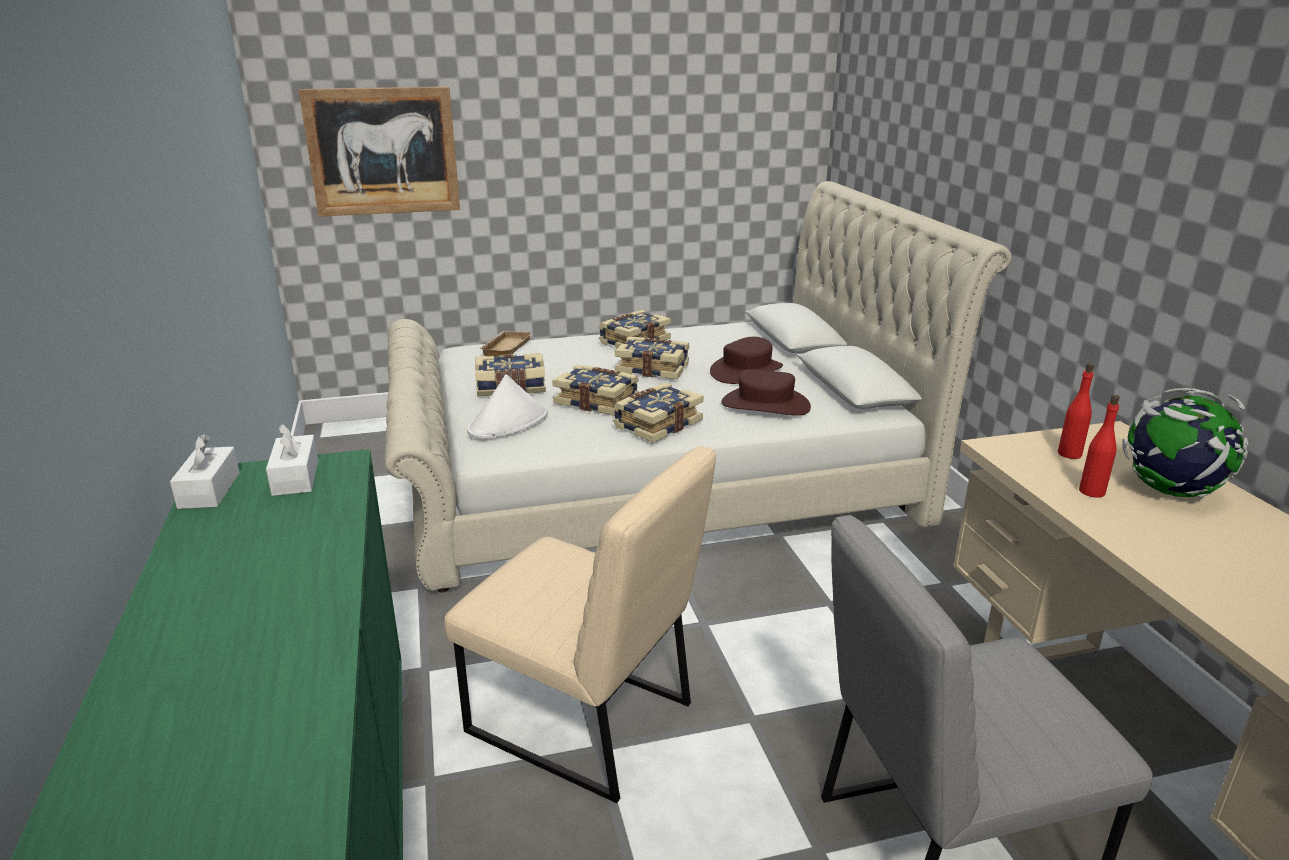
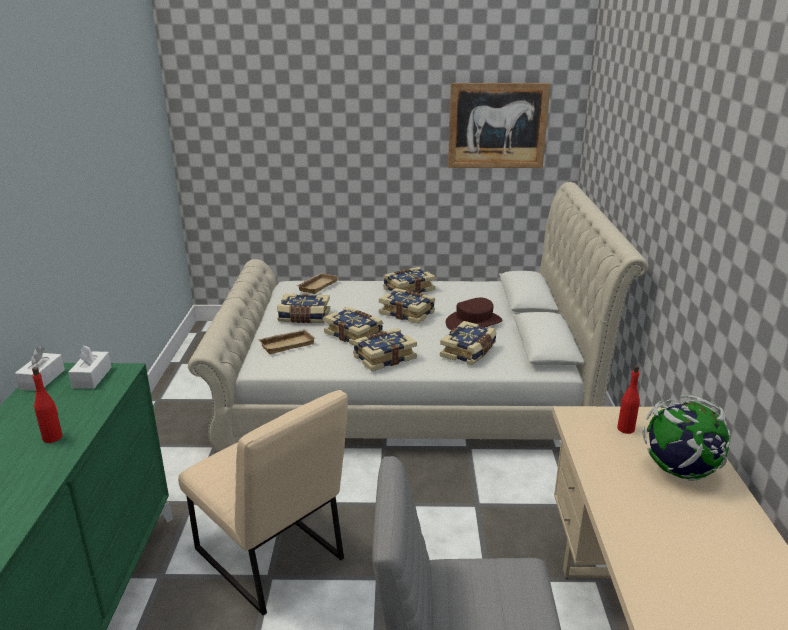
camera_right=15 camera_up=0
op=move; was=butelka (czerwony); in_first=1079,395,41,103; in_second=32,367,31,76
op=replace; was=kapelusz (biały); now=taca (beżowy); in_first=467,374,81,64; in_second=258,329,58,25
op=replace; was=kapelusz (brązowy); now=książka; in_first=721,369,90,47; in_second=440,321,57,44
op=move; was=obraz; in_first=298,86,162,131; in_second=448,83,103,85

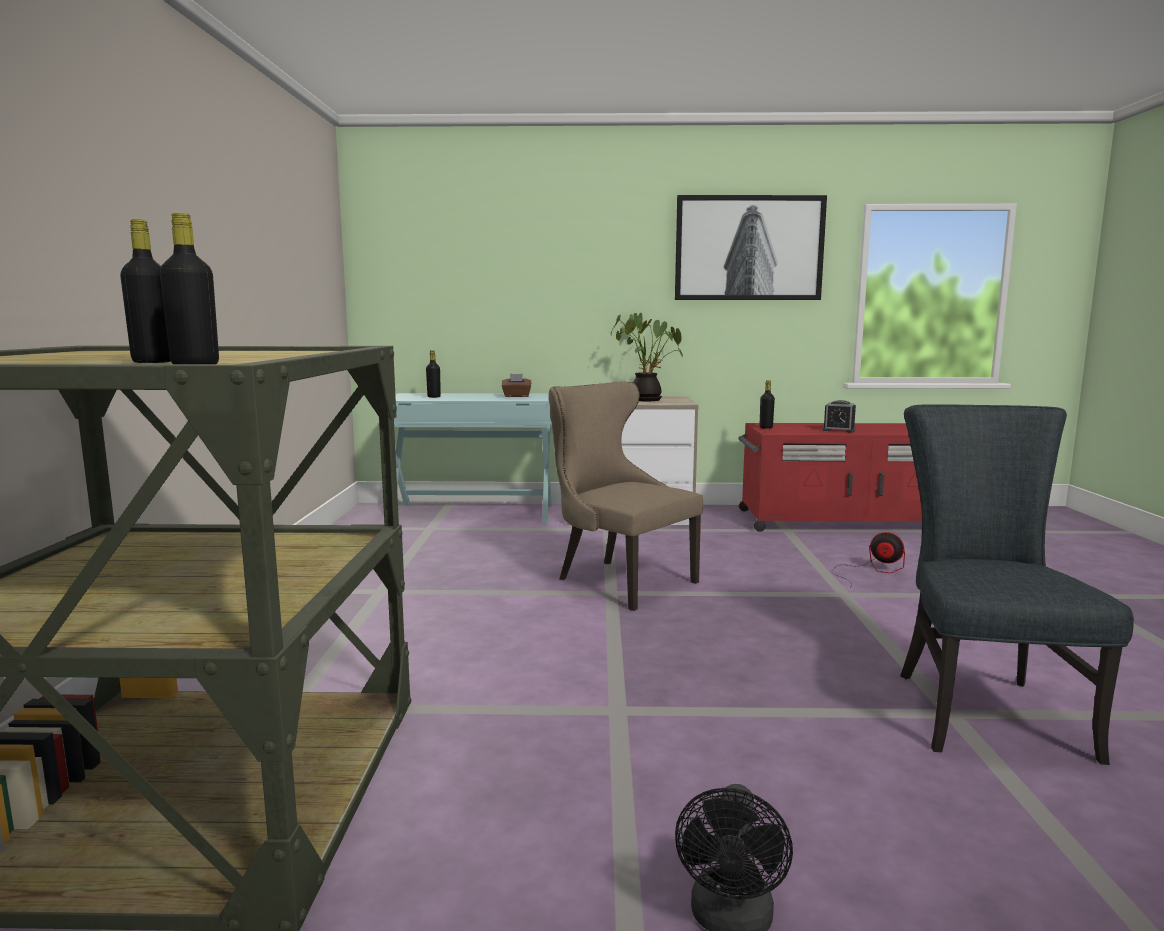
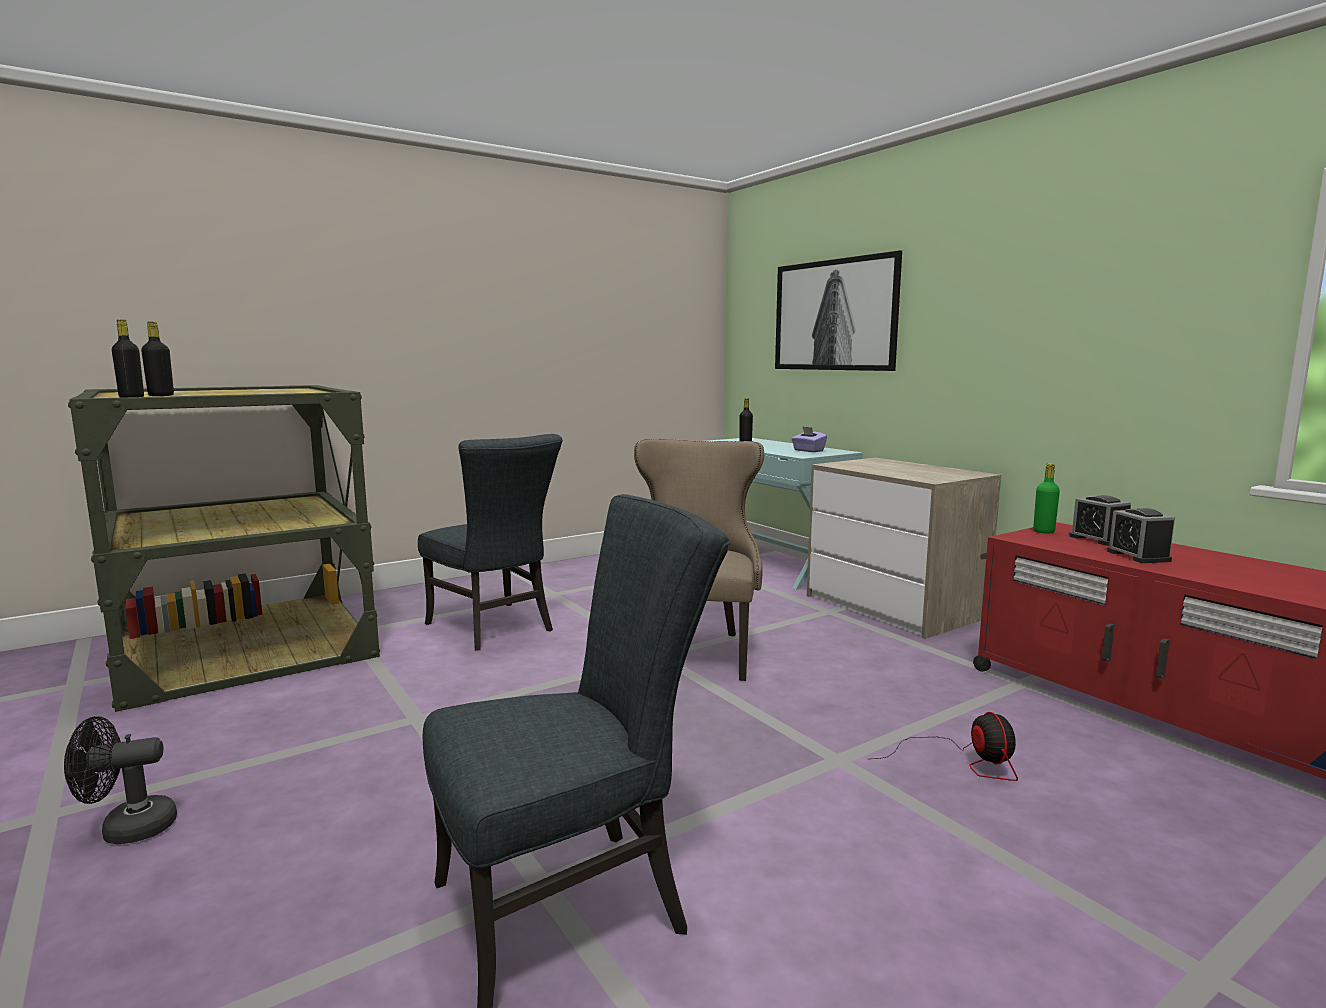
camera_right=55 camera_up=0
op=insert; now=krzesło (szary); in_second=418,434,145,217
op=move; was=obraz; in_first=675,195,152,105; in_second=775,250,127,121
op=recolor; was=pudełko chusteczek (brązowy); now=pudełko chusteczek (fioletowy); in_first=502,374,29,23; in_second=791,426,36,26
op=recolor; was=butelka (czarny); now=butelka (zielony); in_first=760,380,15,49; in_second=1033,463,27,70
op=insert; now=budzik; in_second=1069,495,62,51
op=delete; was=roślina doniczkowa; in_first=611,313,72,88

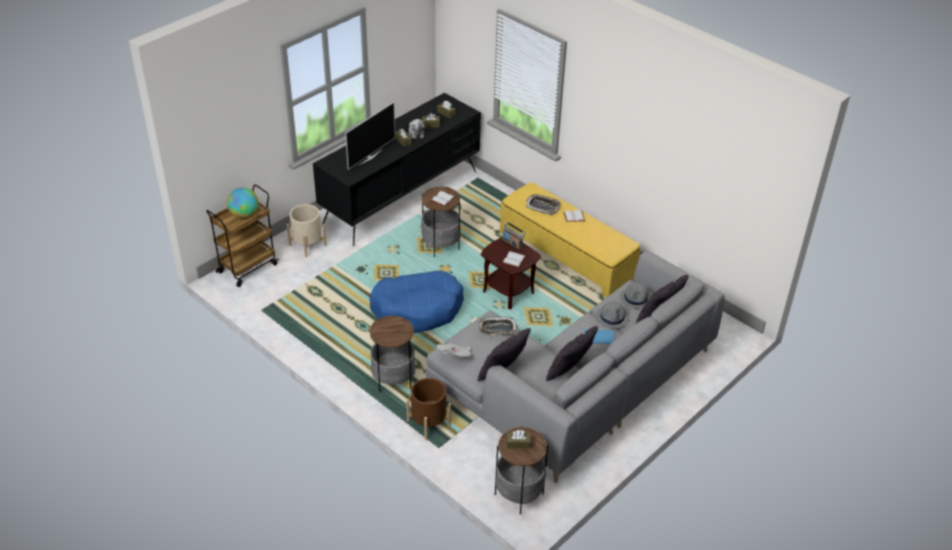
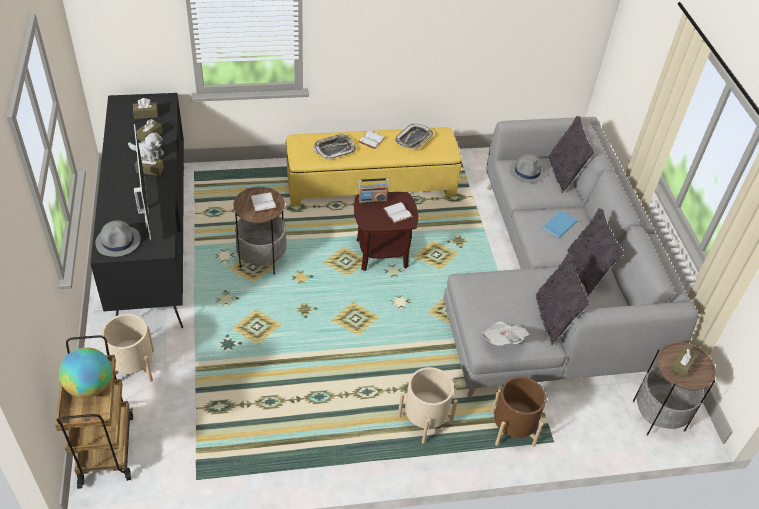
camera_right=-55 camera_up=5
op=move; was=kapelusz (szary); in_first=596,301,33,28; in_second=95,220,46,37
op=move; was=taca; in_first=478,317,40,19; in_second=395,124,38,25
op=replace; was=stolik; now=donica (beżowy); in_first=370,316,45,76; in_second=398,367,60,77
op=delete; was=legowisko (niebieski); in_first=370,271,94,62

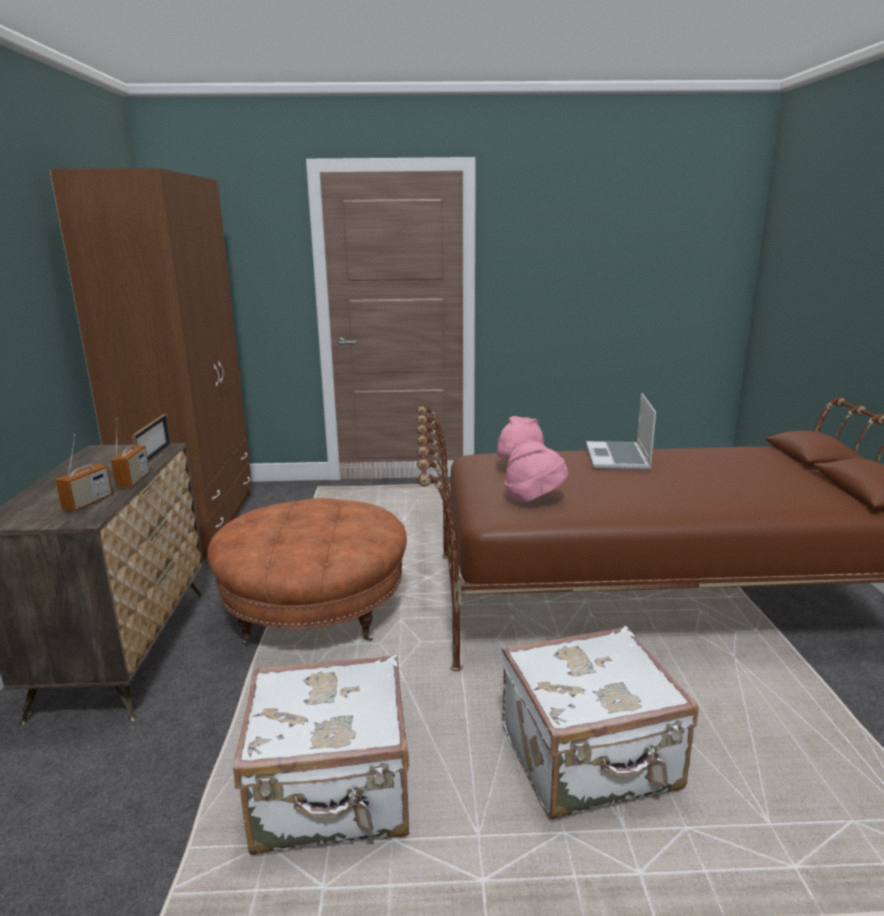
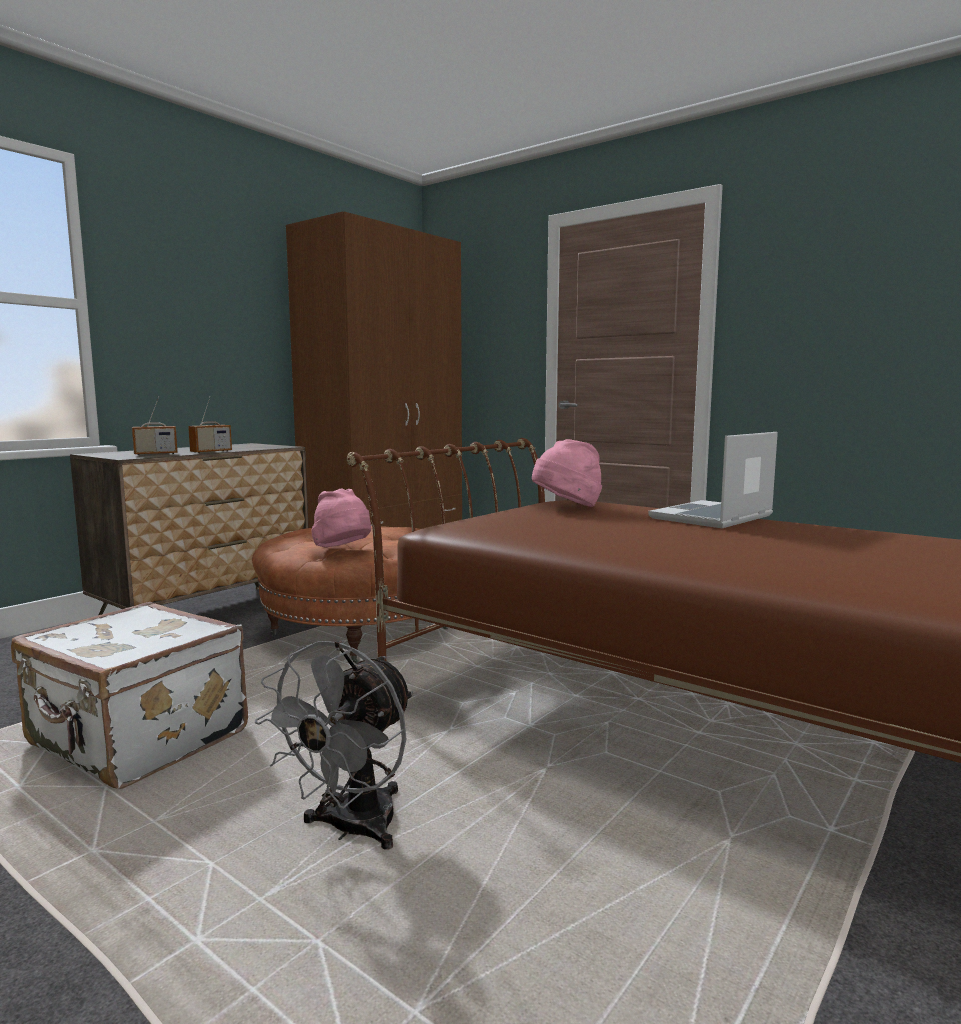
camera_right=40 camera_up=-10
op=replace; was=walizka (biały); now=wentylator (szary); in_first=502,626,196,194; in_second=255,641,158,209
op=move; was=kapelusz (różowy); in_first=505,441,63,61; in_second=311,488,60,59
op=delete; was=ramka na zdjęcie; in_first=132,414,39,49

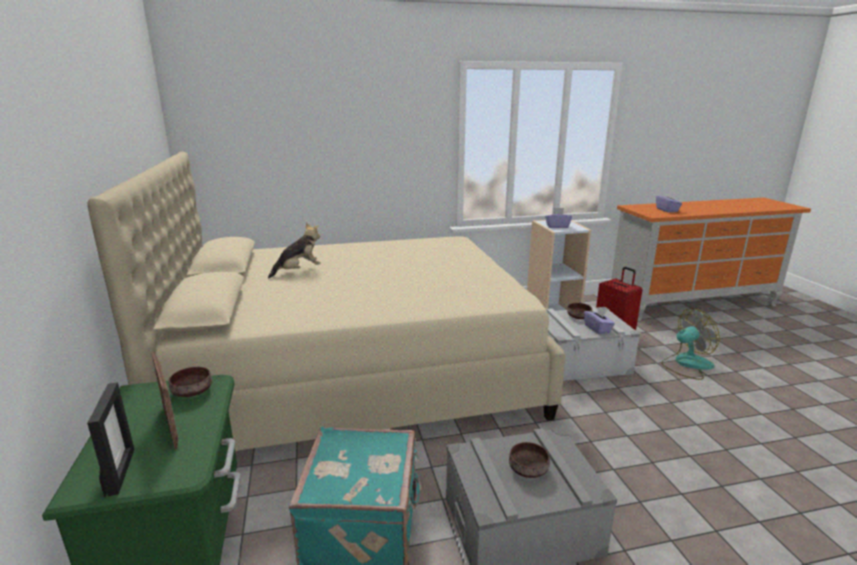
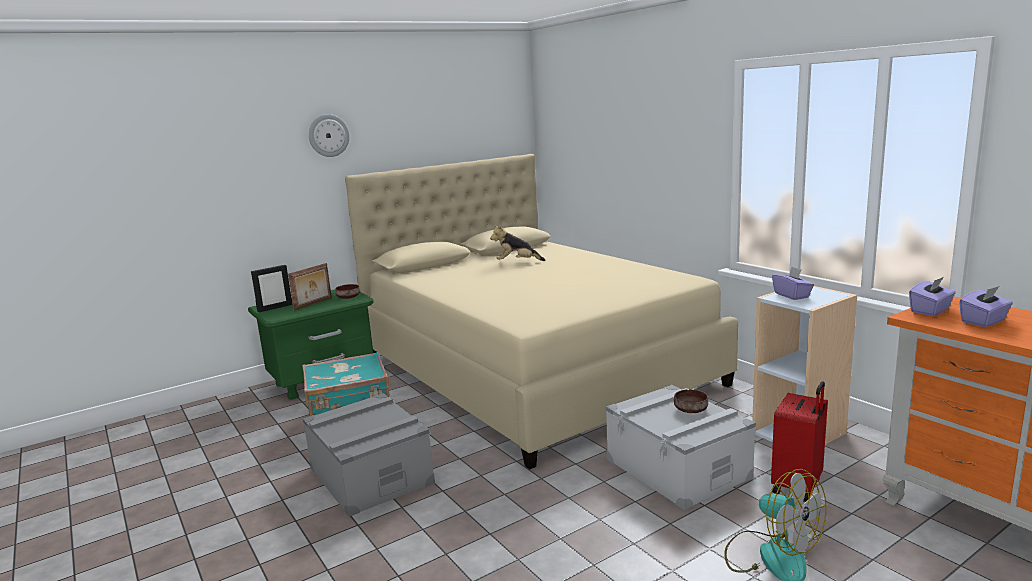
camera_right=70 camera_up=-5
op=insert; now=zegar ścienny; in_second=309,114,40,43
op=rotate; was=pluszak; in_first=268,223,53,56; in_second=490,225,56,36; clockwise=150
op=move; was=pudełko chusteczek (fioletowy); in_first=584,307,31,27; in_second=909,277,47,39
op=delete; was=miska (brązowy); in_first=509,442,41,36

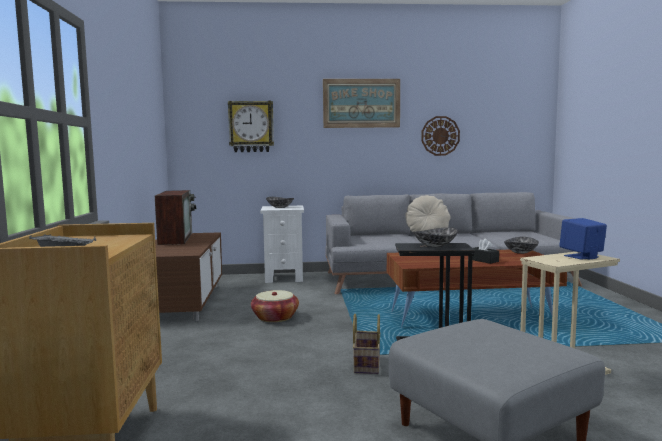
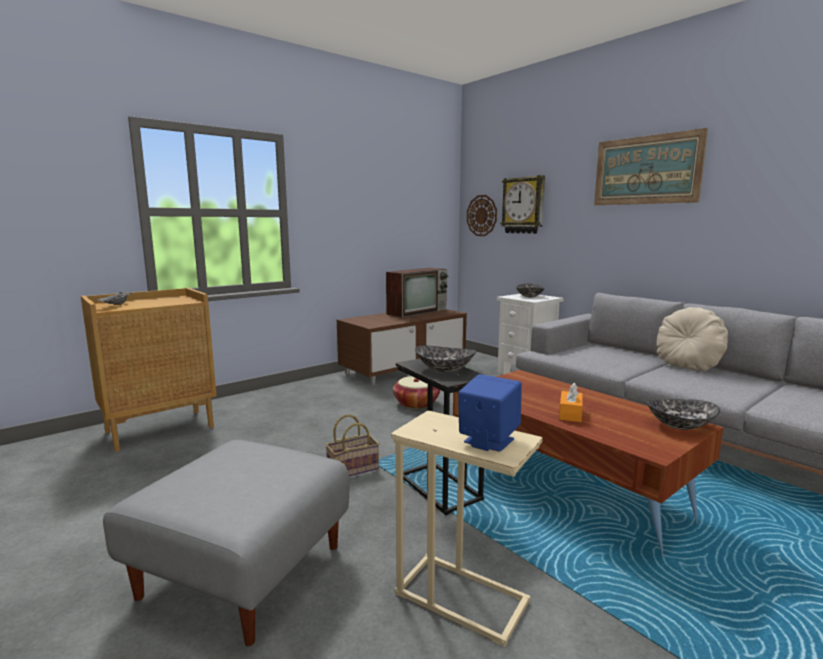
camera_right=55 camera_up=5
op=move; was=zegar ścienny; in_first=421,116,39,40; in_second=467,195,30,41
op=recolor; was=pudełko chusteczek (czarny); now=pudełko chusteczek (pomarańczowy); in_first=472,239,27,25; in_second=559,382,24,40

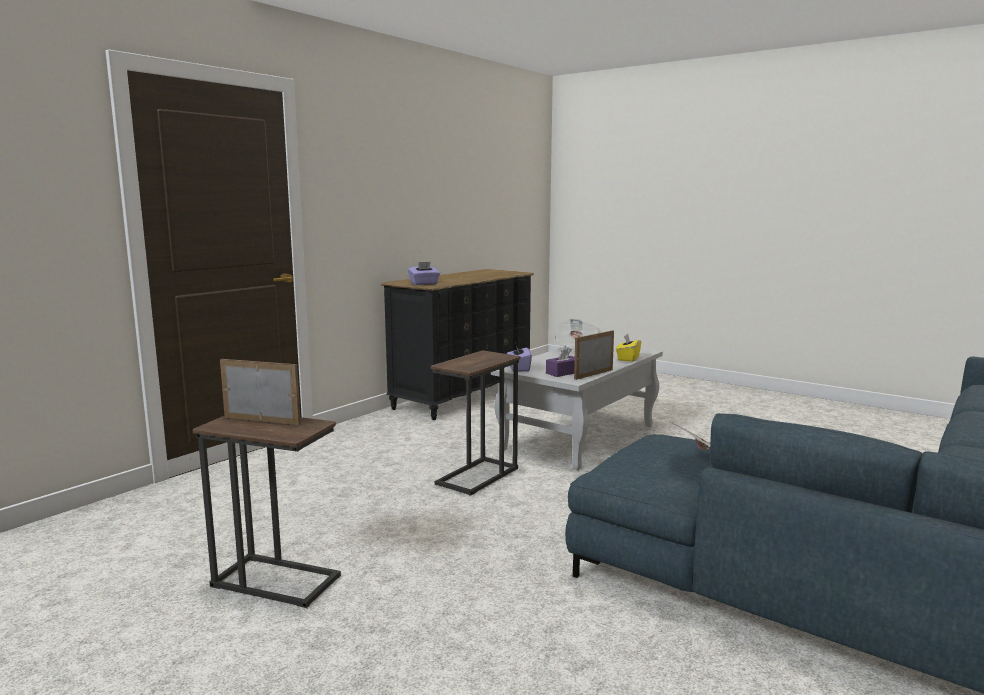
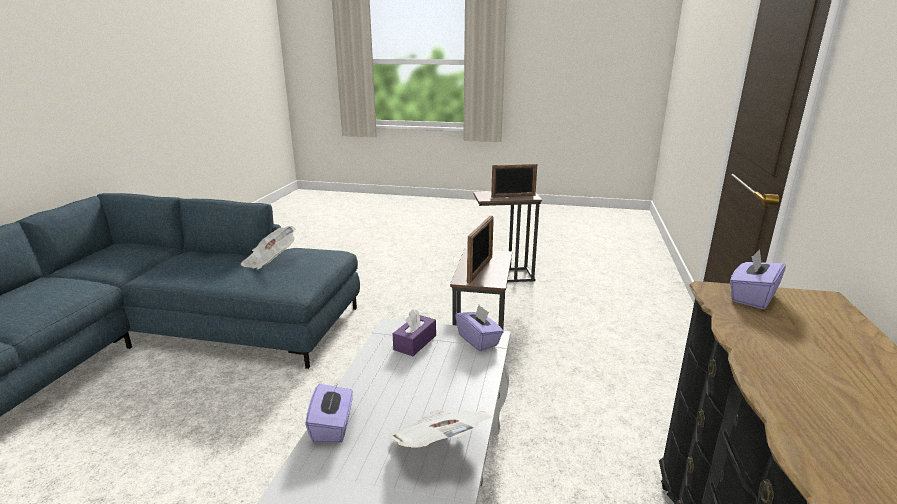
camera_right=155 camera_up=10
op=recolor; was=pudełko chusteczek (żółty); now=pudełko chusteczek (fioletowy); in_first=616,334,25,28; in_second=305,383,48,60
op=move; was=ramka na zdjęcie; in_first=574,330,40,50; in_second=467,215,27,69

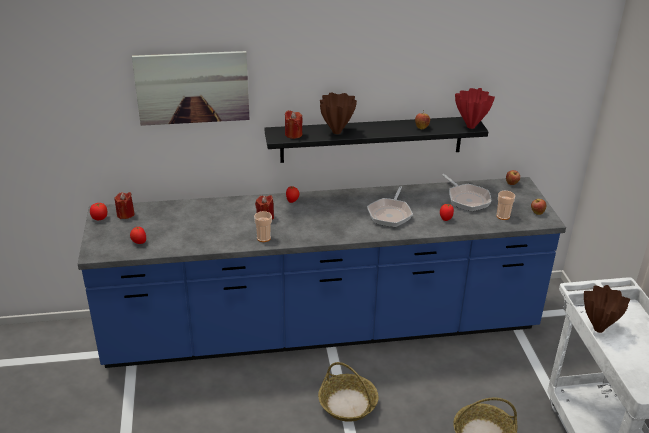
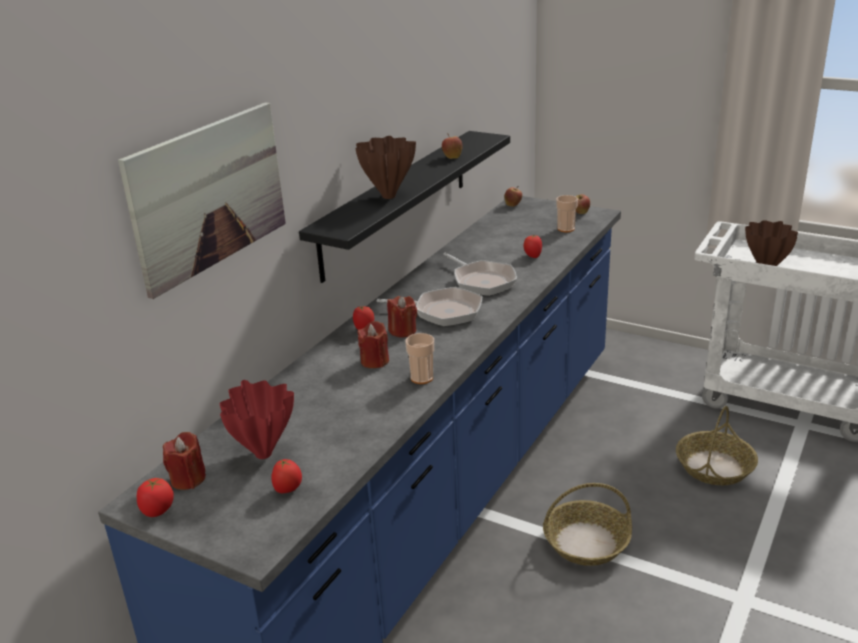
camera_right=-50 camera_up=-5
op=move; was=wazon (czerwony); in_first=455,88,40,41; in_second=219,380,75,79
op=move; was=patelnia; in_first=442,174,49,38; in_second=377,287,105,40
op=move; was=świeca (czerwony); in_first=285,110,17,29; in_second=387,296,30,41

